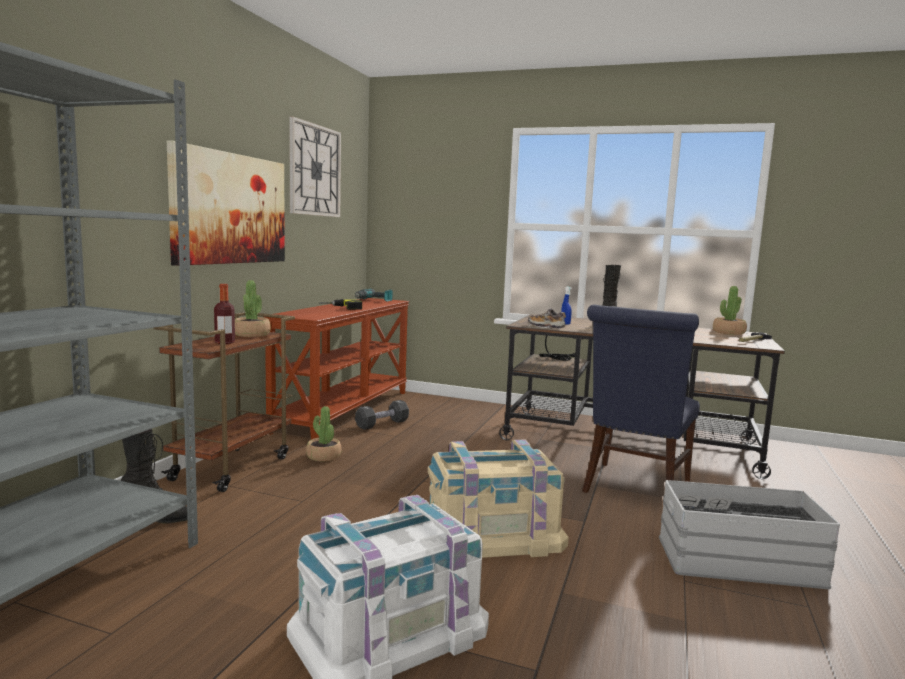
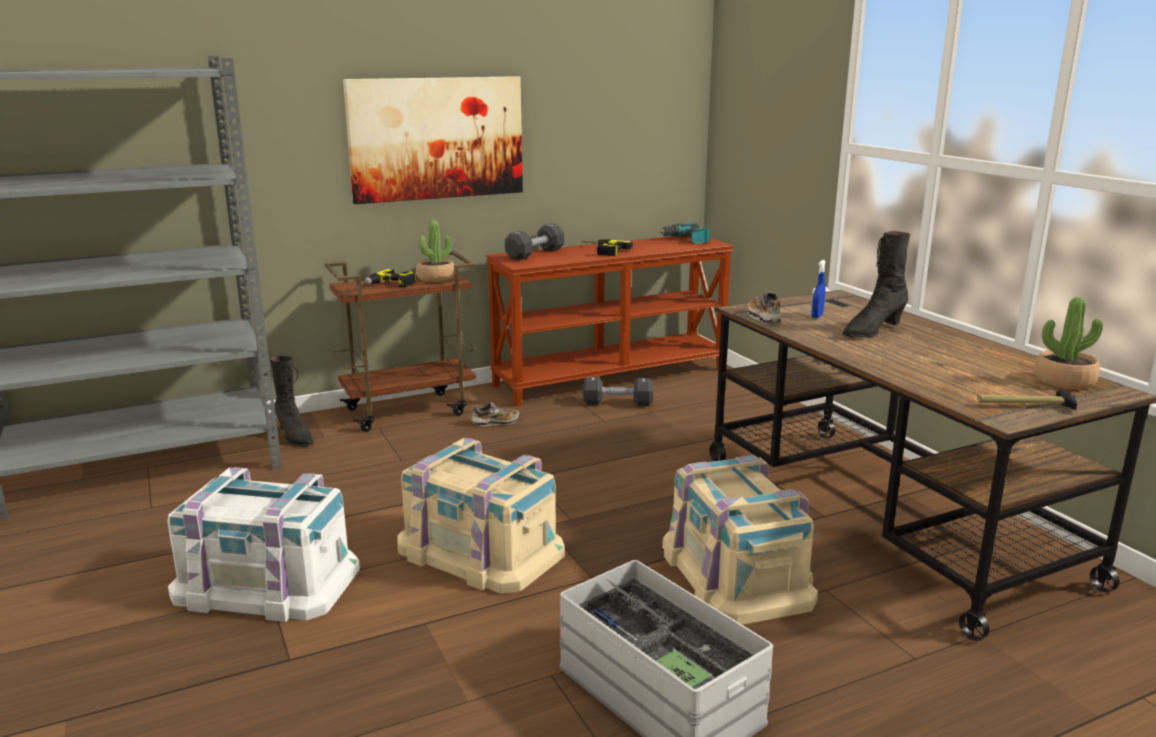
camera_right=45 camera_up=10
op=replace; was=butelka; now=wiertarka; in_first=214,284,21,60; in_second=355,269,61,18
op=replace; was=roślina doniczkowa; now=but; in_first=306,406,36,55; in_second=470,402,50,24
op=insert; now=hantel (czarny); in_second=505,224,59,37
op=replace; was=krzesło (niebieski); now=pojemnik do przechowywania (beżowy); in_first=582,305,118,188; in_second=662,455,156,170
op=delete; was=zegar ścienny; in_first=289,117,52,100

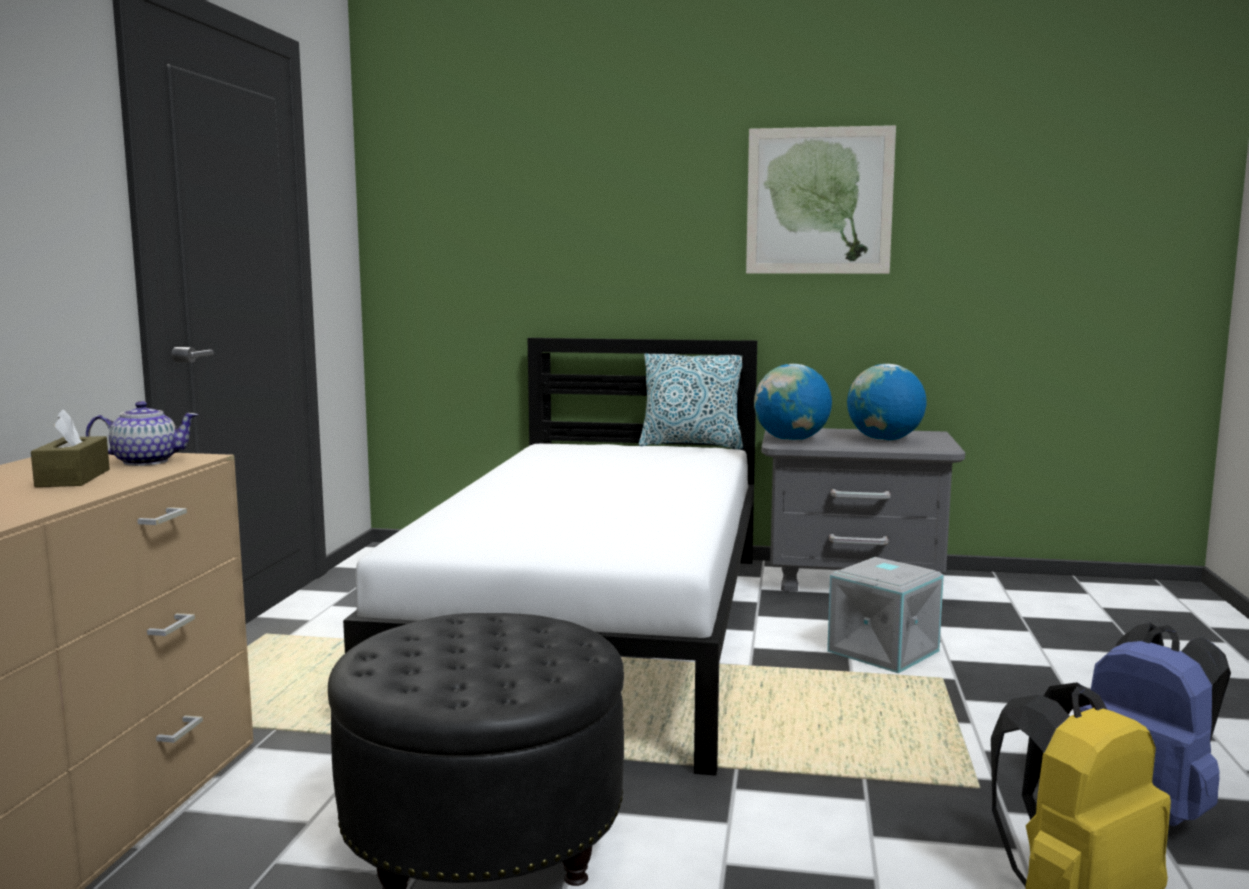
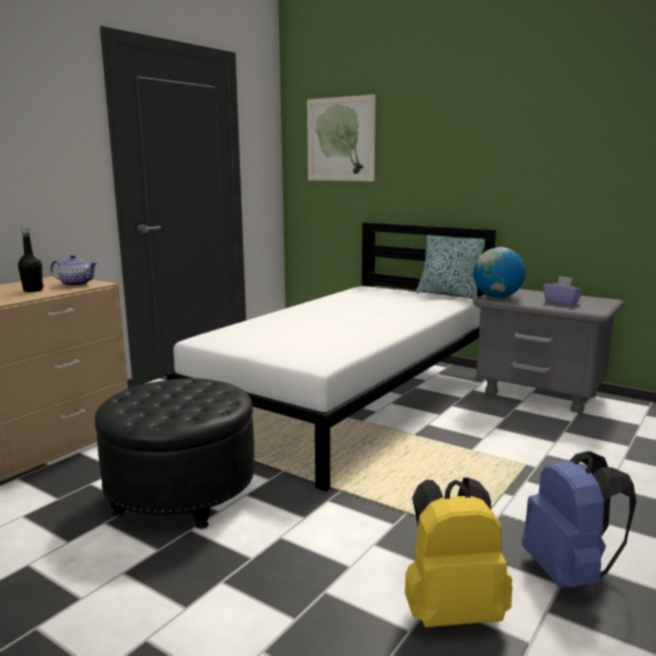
camera_right=25 camera_up=5
op=replace; was=pudełko chusteczek (brązowy); now=butelka (czarny); in_first=31,409,79,78; in_second=18,227,25,65
op=move; was=obraz; in_first=746,125,150,149; in_second=307,94,69,87
op=replace; was=globus; now=pudełko chusteczek (fioletowy); in_first=847,364,80,77; in_second=543,276,40,29
op=delete; was=pojemnik do przechowywania (szary); in_first=827,557,117,116

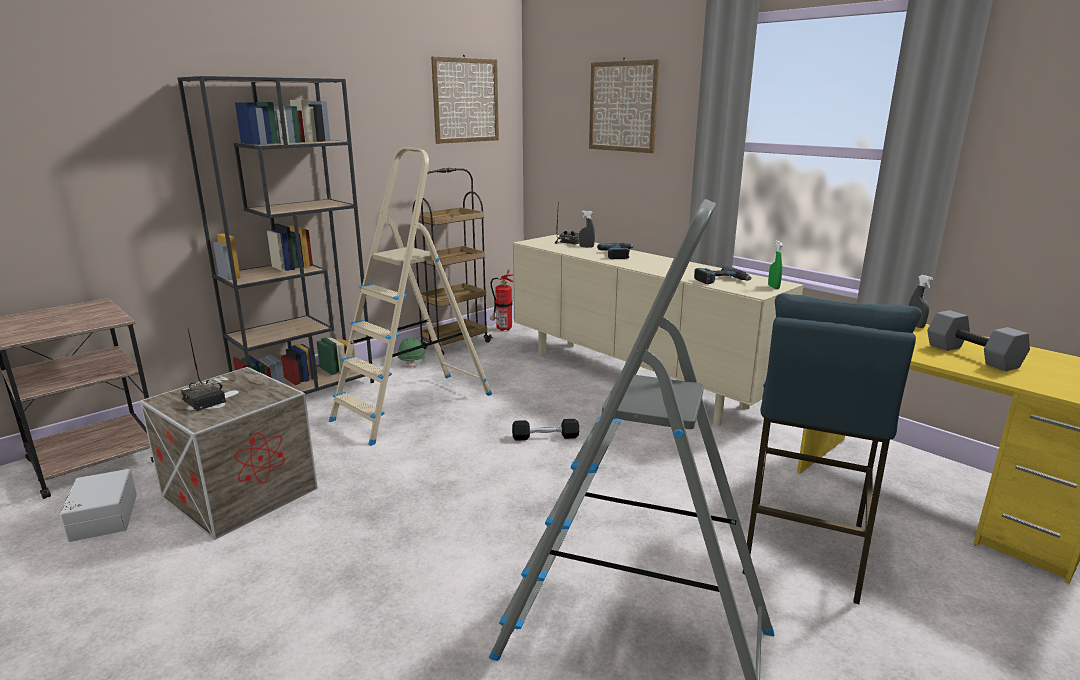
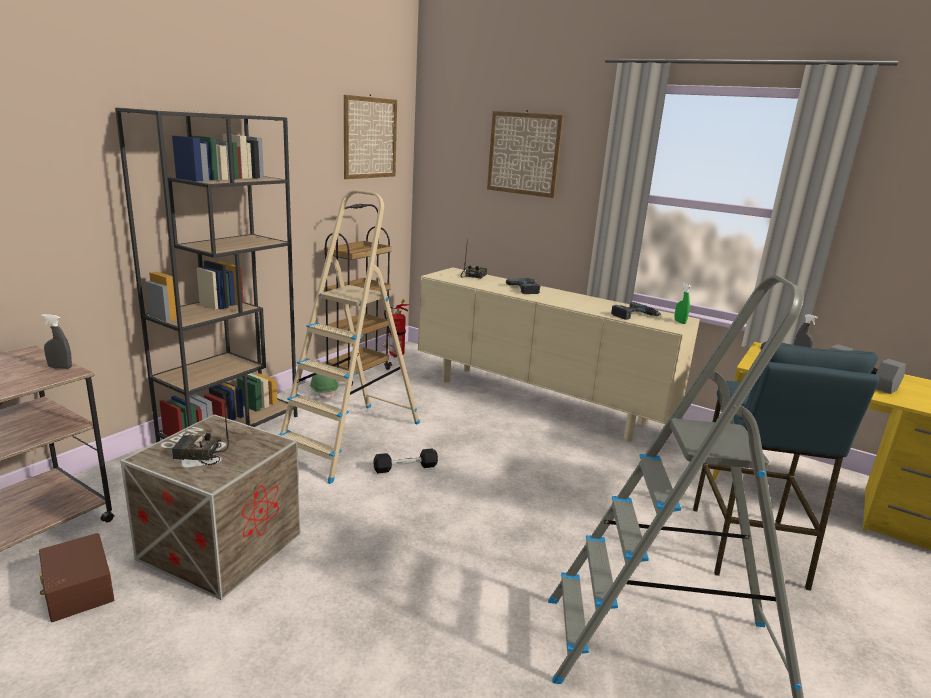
camera_right=-15 camera_up=0
op=recolor; was=pojemnik do przechowywania (biały); now=pojemnik do przechowywania (brązowy); in_first=60,469,77,73; in_second=39,533,75,89
op=move; was=spryskiwacz (szary); in_first=579,210,16,38; in_second=41,314,31,55
op=rotate; was=radio; in_first=181,329,45,82; in_second=172,394,57,71; clockwise=150
op=move; was=hantel (czarny); in_first=512,419,67,22; in_second=373,449,65,24

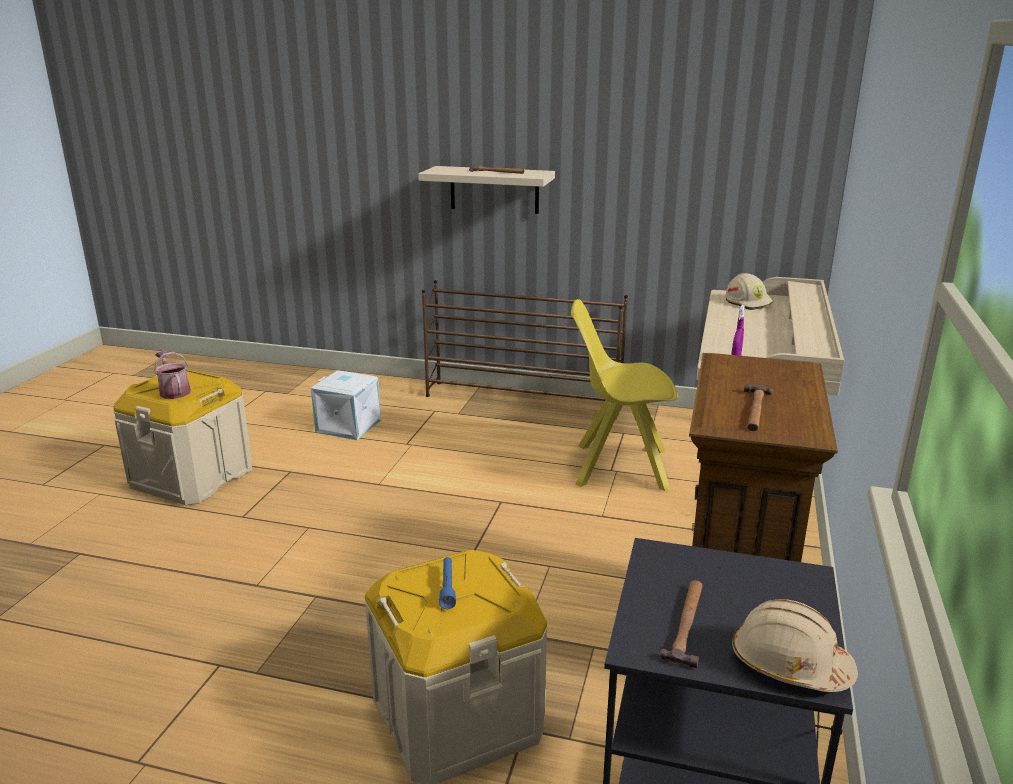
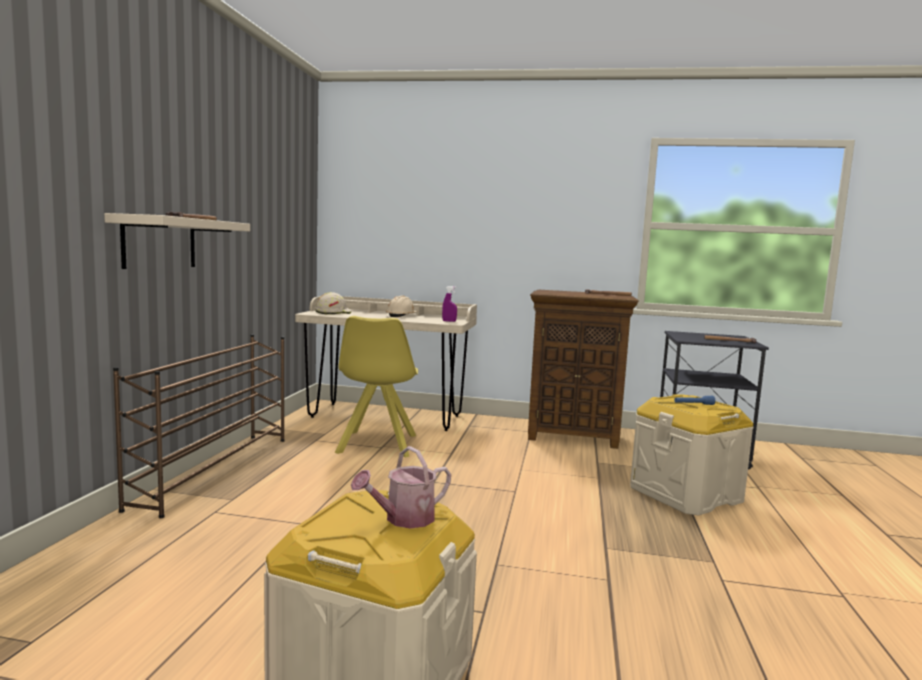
camera_right=-95 camera_up=-15
op=move; was=kask (beżowy); in_first=732,599,126,93; in_second=386,295,31,22
op=delete; was=pojemnik do przechowywania (biały); in_first=311,370,70,70

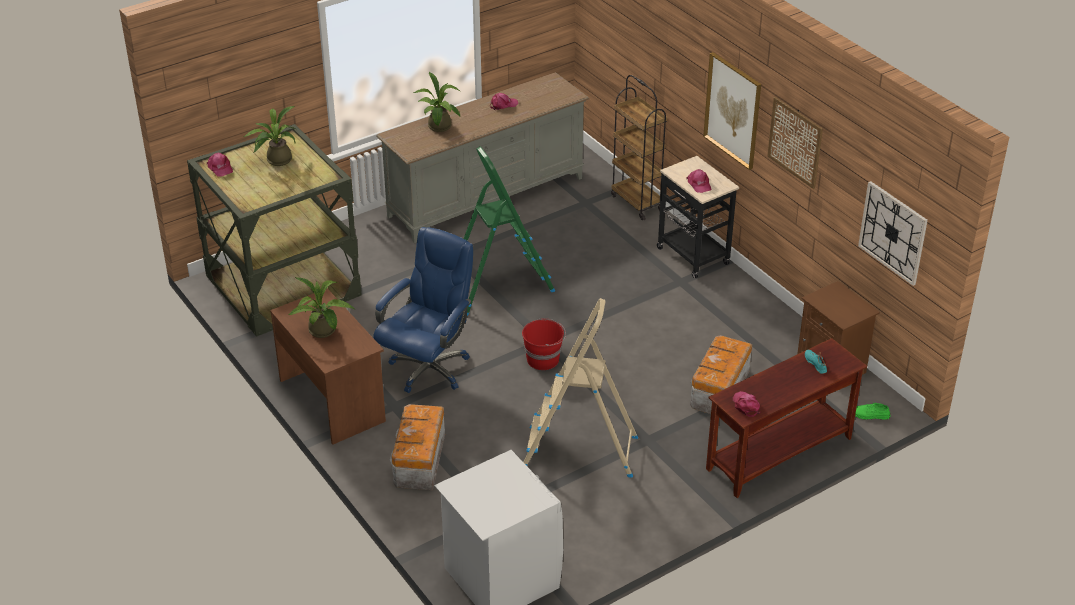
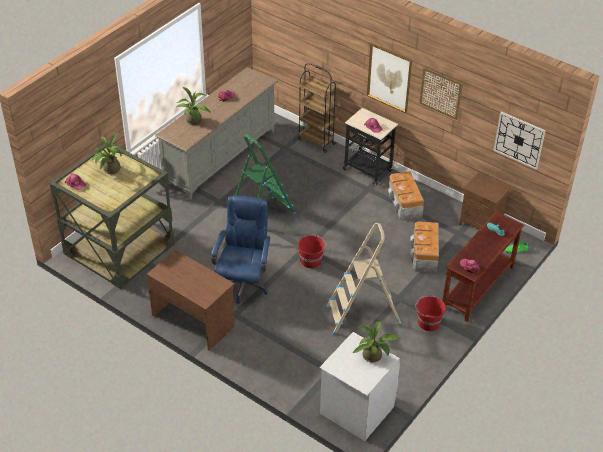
camera_right=-20 camera_up=5
op=move; was=roślina doniczkowa; in_first=288,277,66,61; in_second=352,321,48,42
op=move; was=pojemnik do przechowywania; in_first=389,404,56,86; in_second=388,171,36,49
op=insert; now=wiadro (czerwony); in_second=415,295,31,36

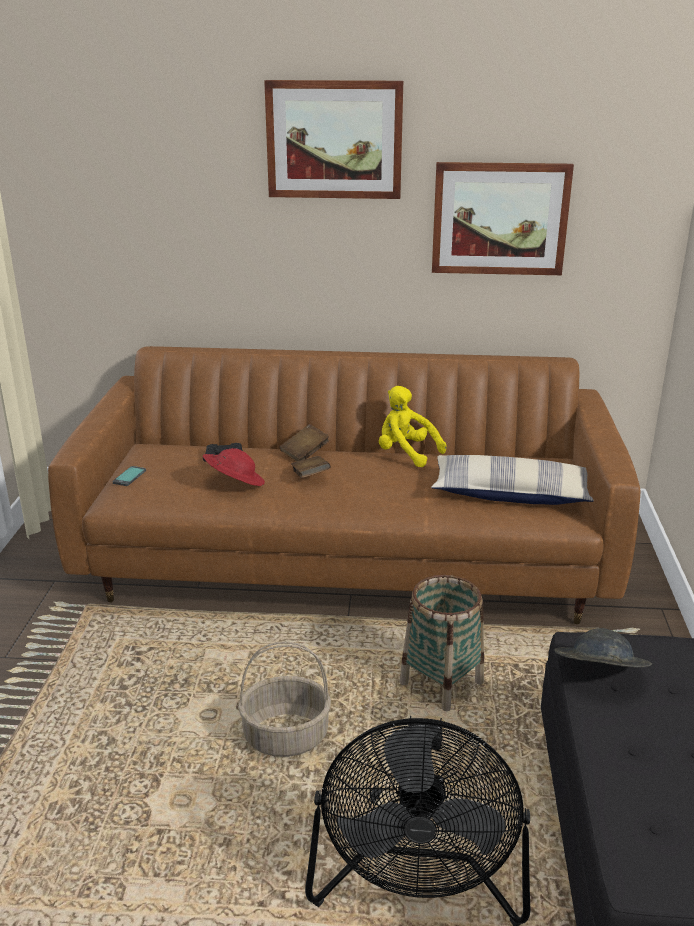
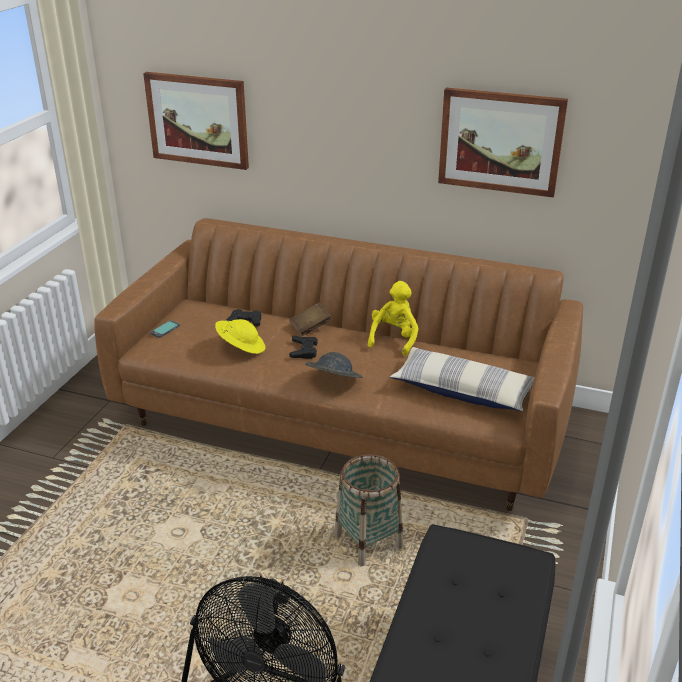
camera_right=15 camera_up=5
op=move; was=obraz; in_first=264,80,139,119; in_second=143,72,106,98
op=recolor; was=kapelusz (czerwony); now=kapelusz (żółty); in_first=203,448,62,38; in_second=215,319,50,35
op=replace; was=książka (brązowy); now=pad do gier (czarny); in_first=291,456,40,22; in_second=289,336,29,23
op=move; was=kapelusz (szary); in_first=554,628,98,39; in_second=305,352,58,26
op=rotate; was=pluszak (żółty); in_first=379,386,67,81; in_second=368,281,50,75; clockwise=60
op=delete; was=koszyk; in_first=238,641,93,116

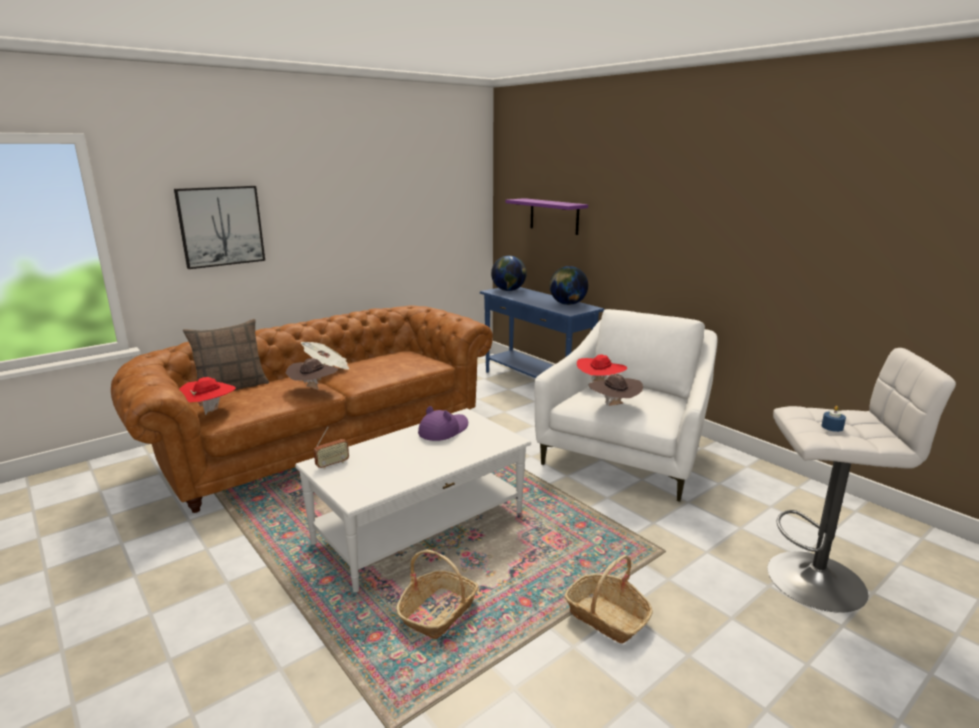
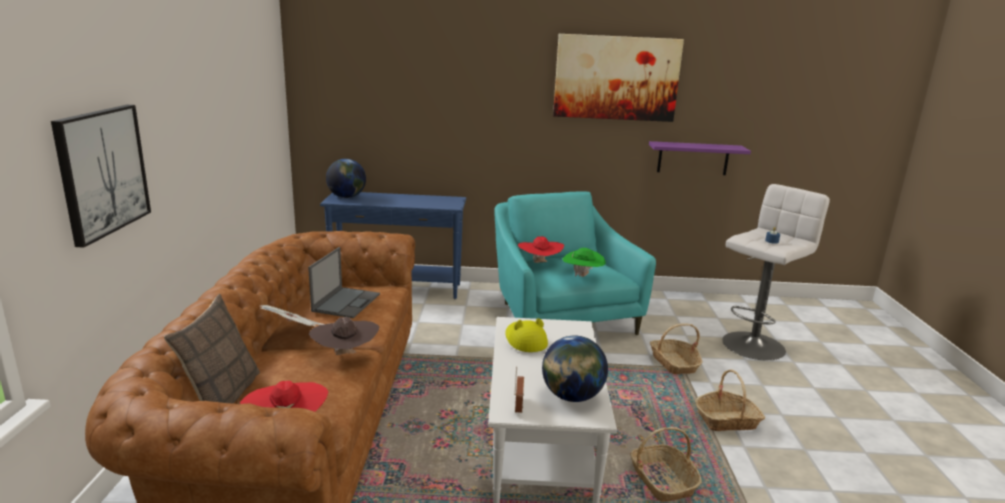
camera_right=-50 camera_up=0
op=insert; now=laptop; in_second=308,247,72,71
op=recolor; was=fotel (biały); now=fotel (turkusowy); in_first=534,309,183,193; in_second=494,191,162,144
op=recolor; was=kapelusz (fioletowy); now=kapelusz (żółty); in_first=418,406,50,35; in_second=505,318,43,34
op=move; was=globus; in_first=550,266,38,39; in_second=542,335,66,67
op=insert; now=obraz; in_second=553,34,131,88
op=recolor; was=kapelusz (brązowy); now=kapelusz (zielony); in_first=589,374,54,32; in_second=562,248,44,29
op=move; was=półka (fioletowy); in_first=505,198,83,37; in_second=649,141,102,34
op=insert; now=koszyk; in_second=650,323,53,51

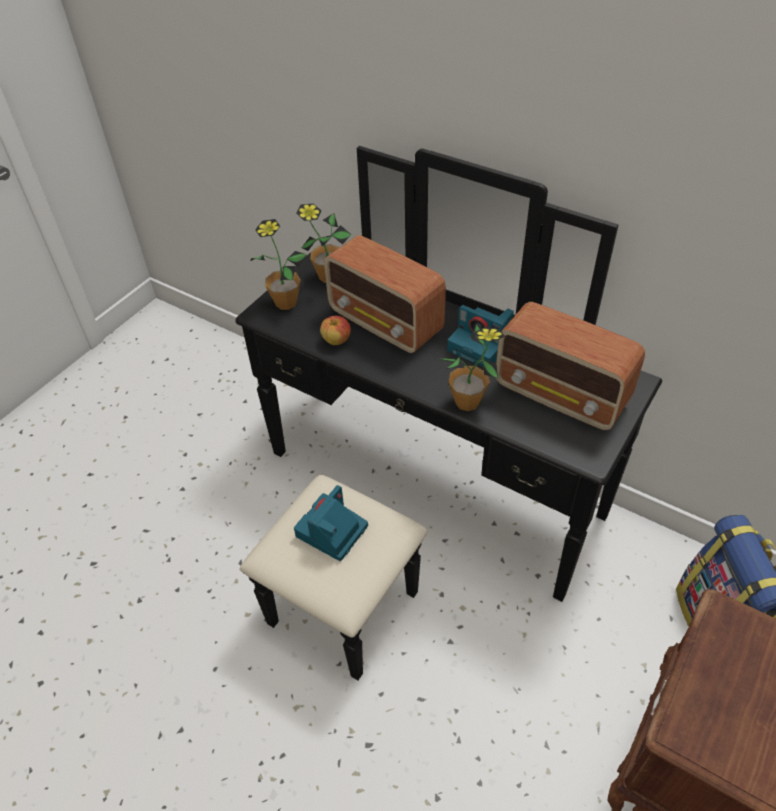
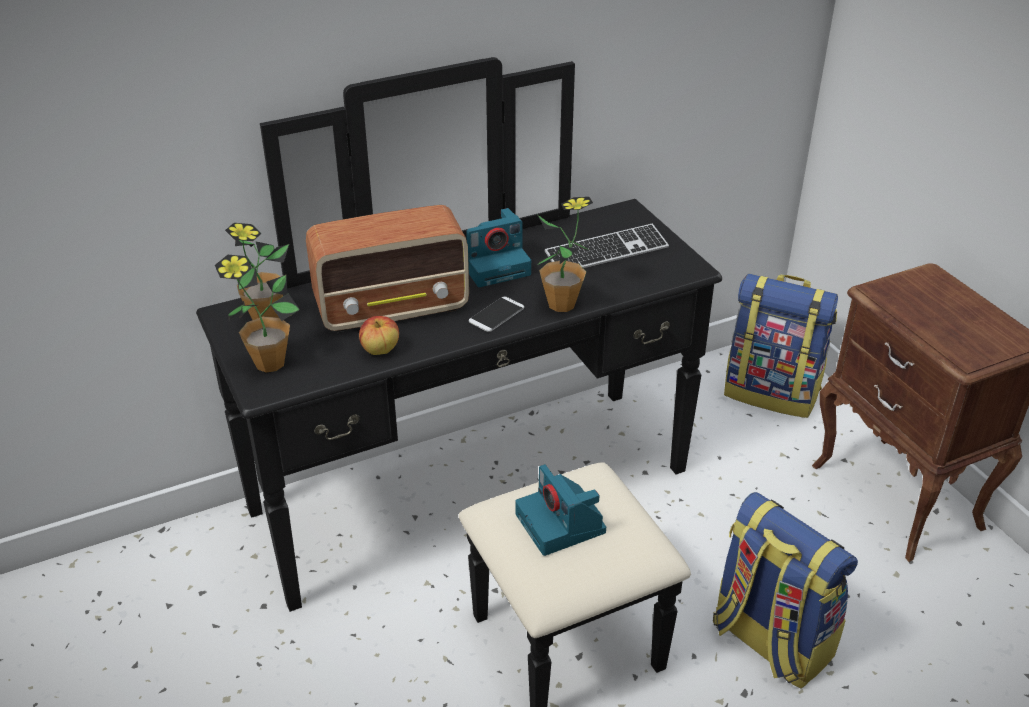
camera_right=-60 camera_up=-10
op=insert; now=telefon; in_second=469,296,55,36
op=replace; was=radio; now=klawiatura; in_first=496,302,149,128; in_second=545,224,124,44
op=insert; now=plecak; in_second=713,492,145,197

